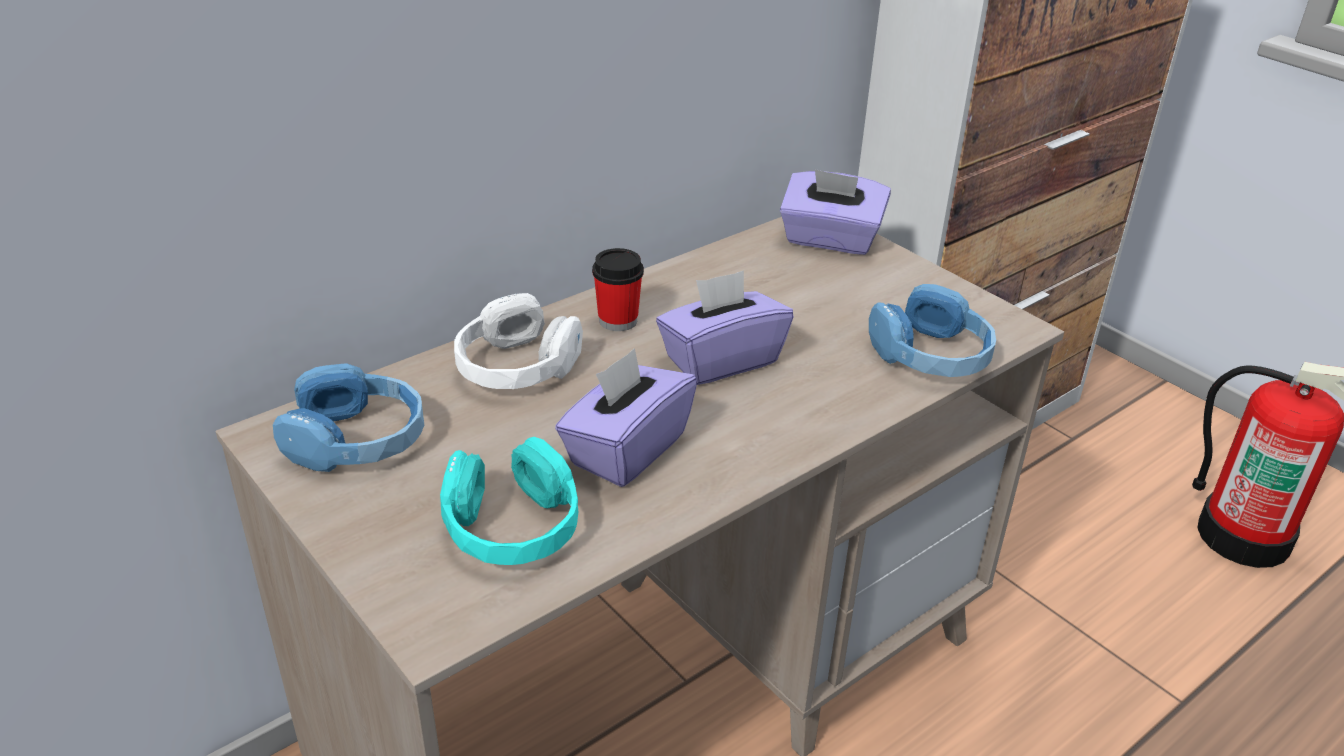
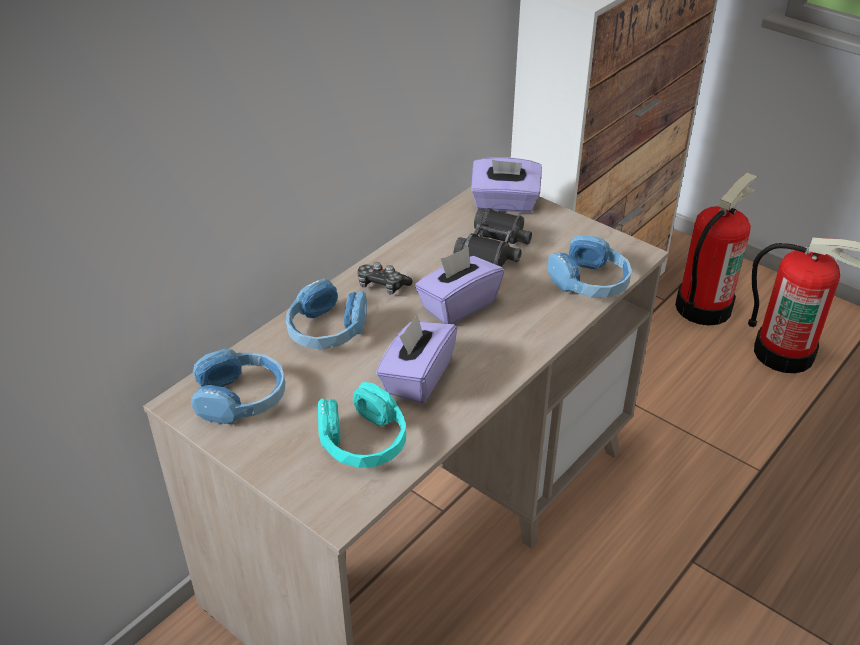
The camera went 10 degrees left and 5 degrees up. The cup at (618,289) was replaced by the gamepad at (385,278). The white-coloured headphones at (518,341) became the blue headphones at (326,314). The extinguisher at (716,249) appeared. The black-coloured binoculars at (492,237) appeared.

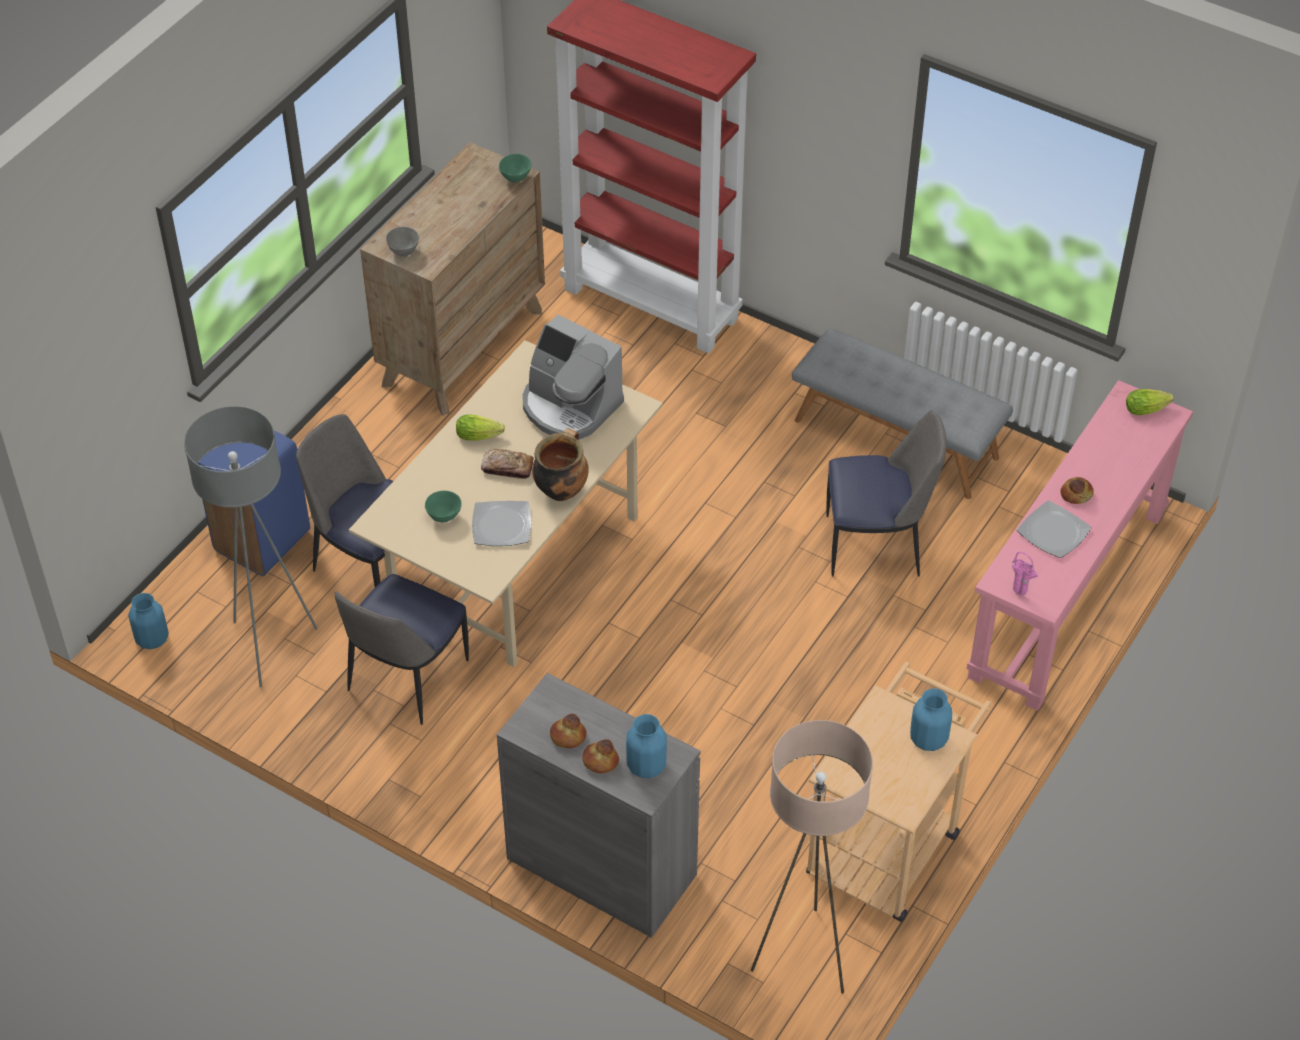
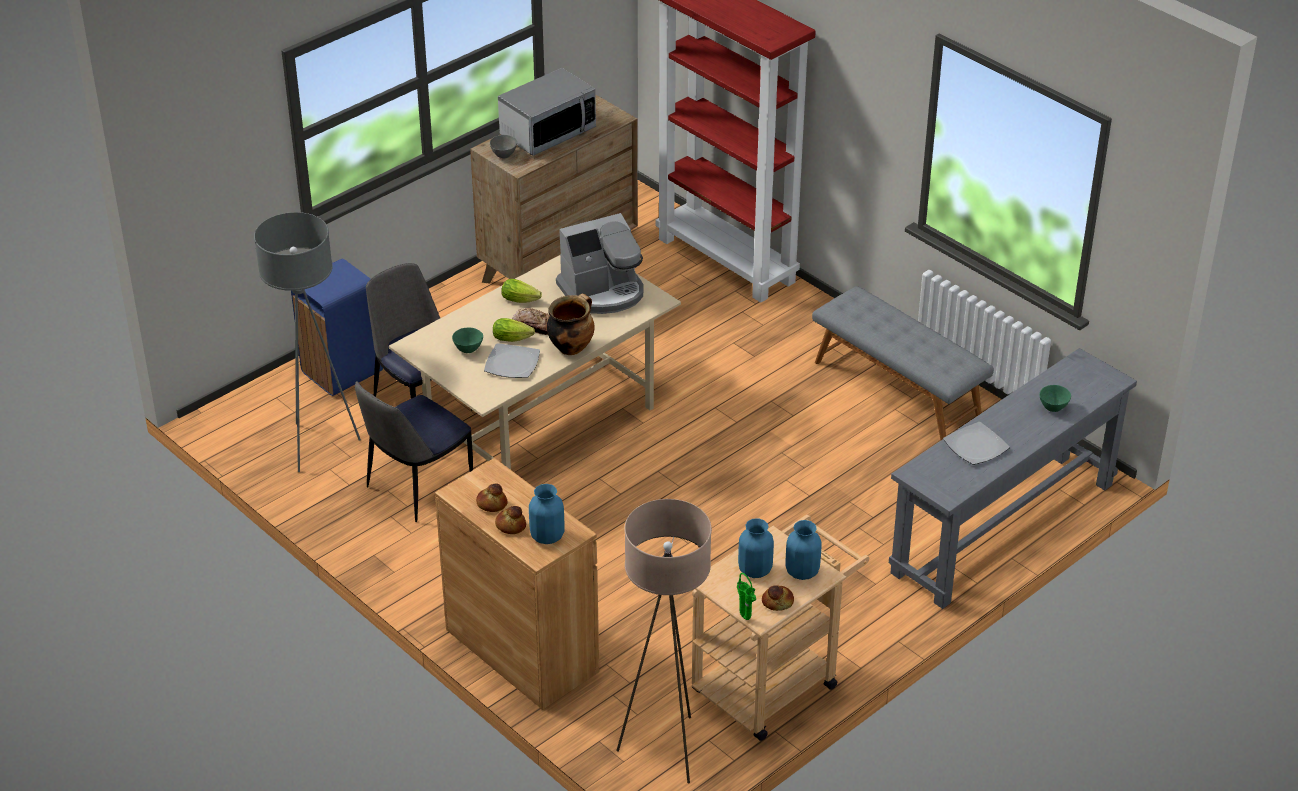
The camera went 15 degrees right and 10 degrees down. The greenish bowl moved from (515,168) to (1055,398). The coffee maker at (573,377) turned 75 degrees counterclockwise. The pinkish console table at (1079,545) became the grey console table at (1013,478). The head of lettuce moved from (1150,402) to (514,330). The chair at (886,493) disappeared. The bakery bread moved from (1077,490) to (778,598). The pinkish vase at (1025,573) disappeared. The blue vase moved from (148,621) to (756,548). The grey cupboard at (598,805) became the brown cupboard at (517,584). The kitchen microwave at (547,112) appeared. The greenish vase at (746,596) appeared.

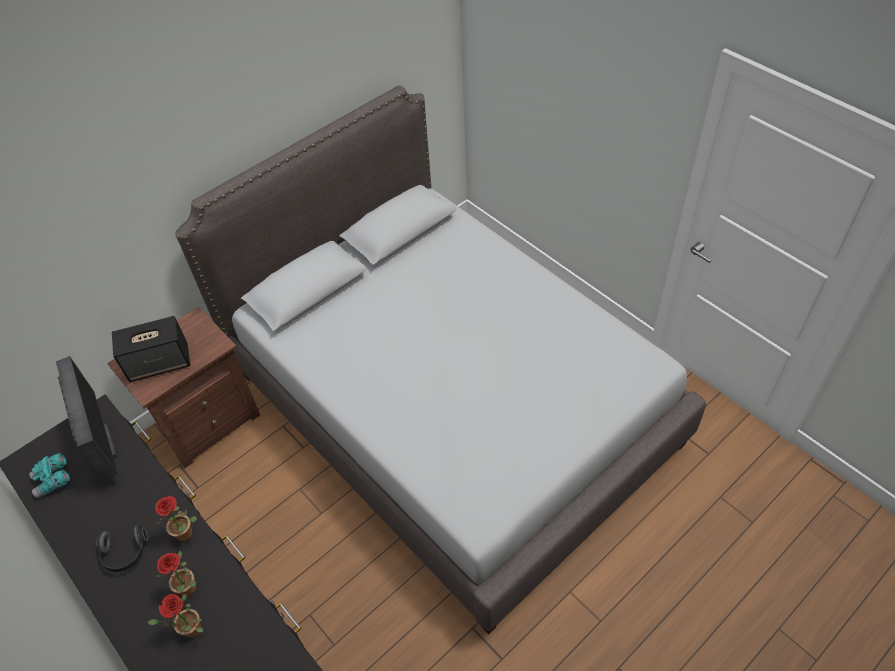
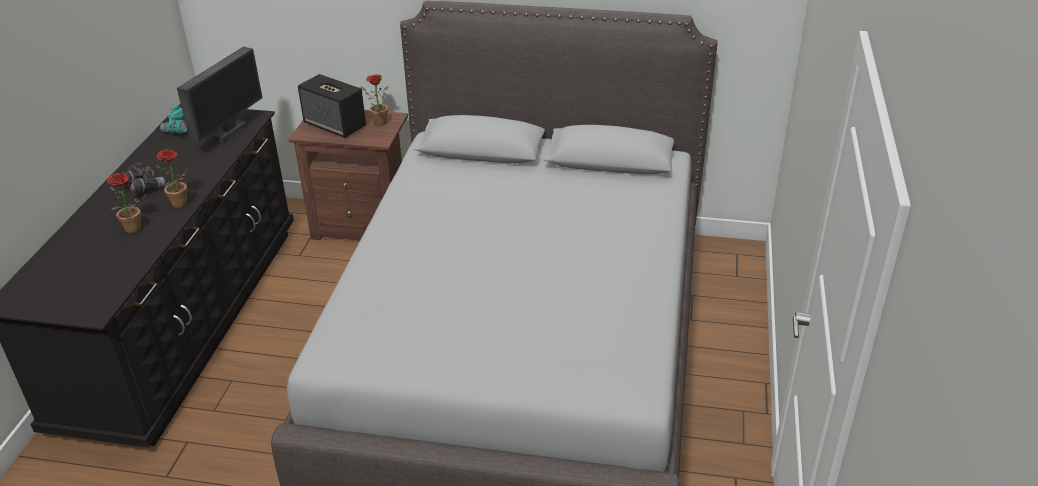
The camera went 50 degrees right and 15 degrees down. The headphones at (122,548) was replaced by the grey binoculars at (143,177). The potted plant moved from (175,616) to (374,100).

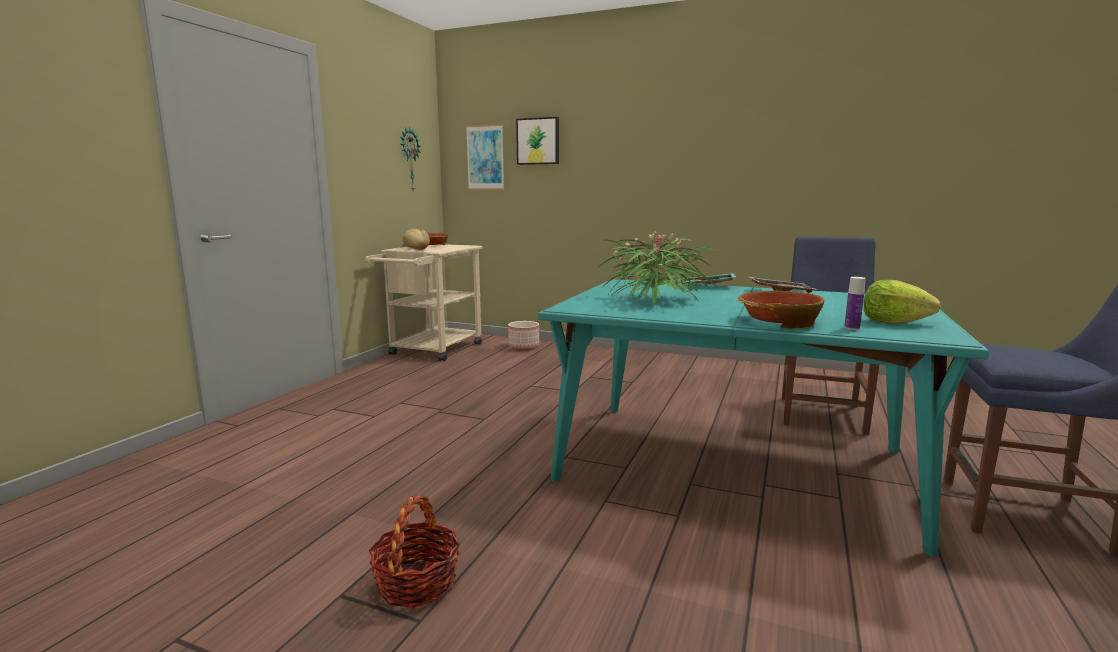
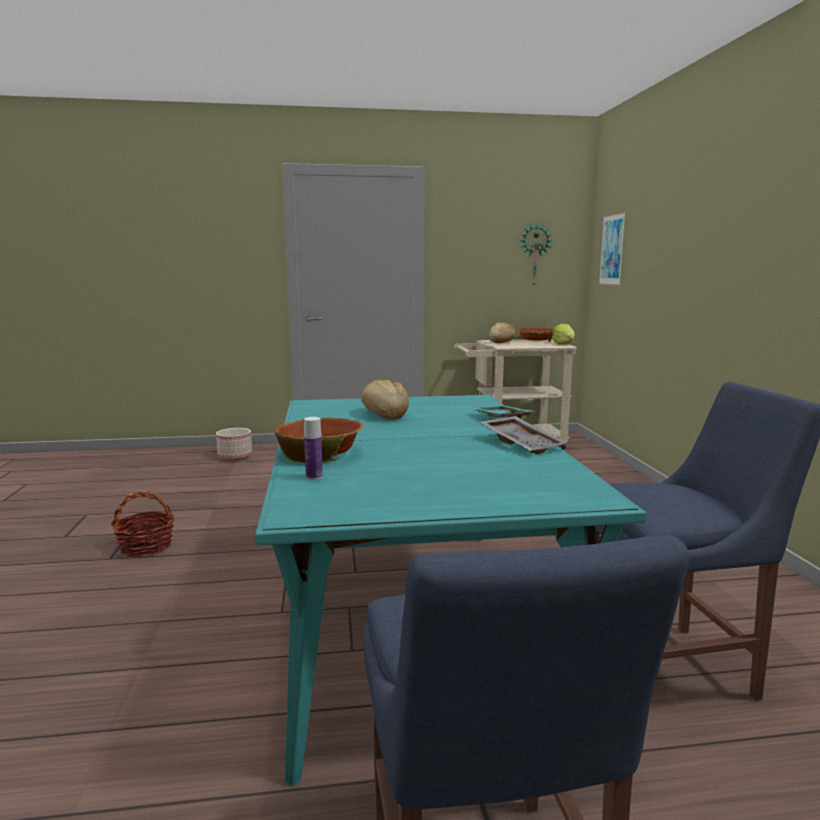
The camera went 60 degrees right and 0 degrees up. The picture at (537,141) disappeared. The potted plant at (659,267) was replaced by the bakery bread at (385,400). The head of lettuce moved from (902,302) to (563,333). The planter moved from (523,335) to (234,444).

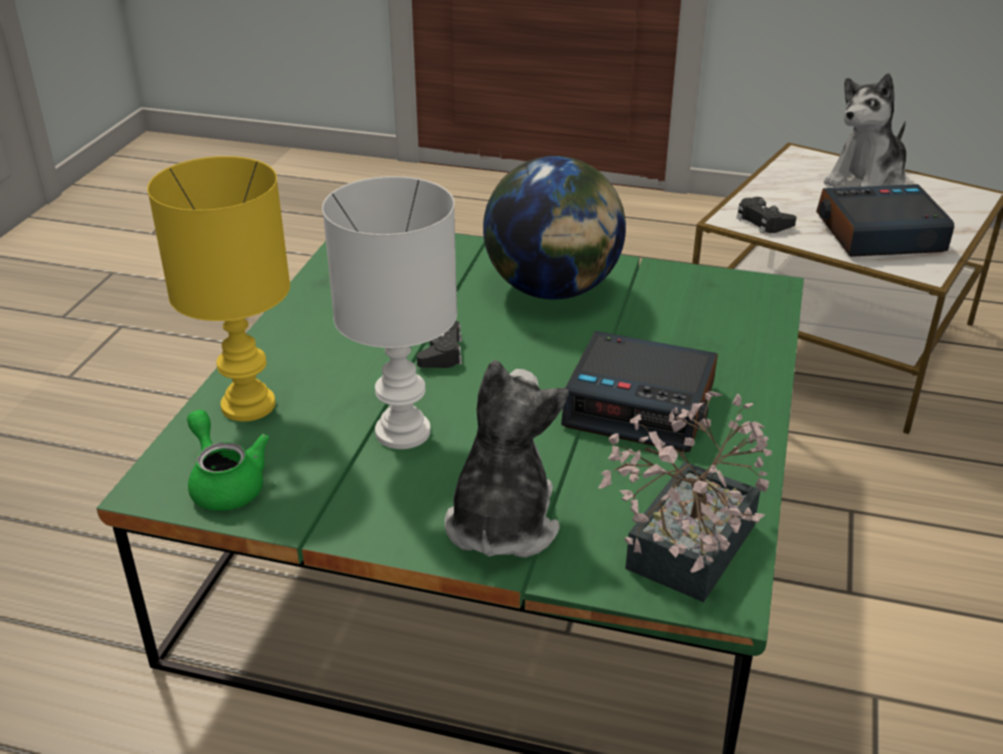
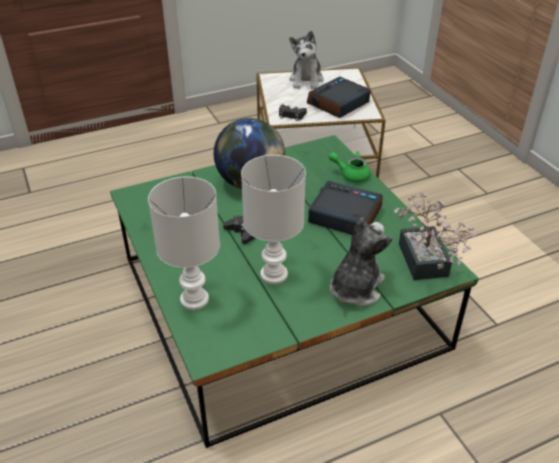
The camera went 40 degrees left and 5 degrees up. The yellow table lamp at (218,288) became the white-coloured table lamp at (184,243). The alarm clock at (639,391) turned 135 degrees counterclockwise. The soft toy at (507,459) turned 60 degrees clockwise. The greenish tea pot moved from (228,460) to (350,166).

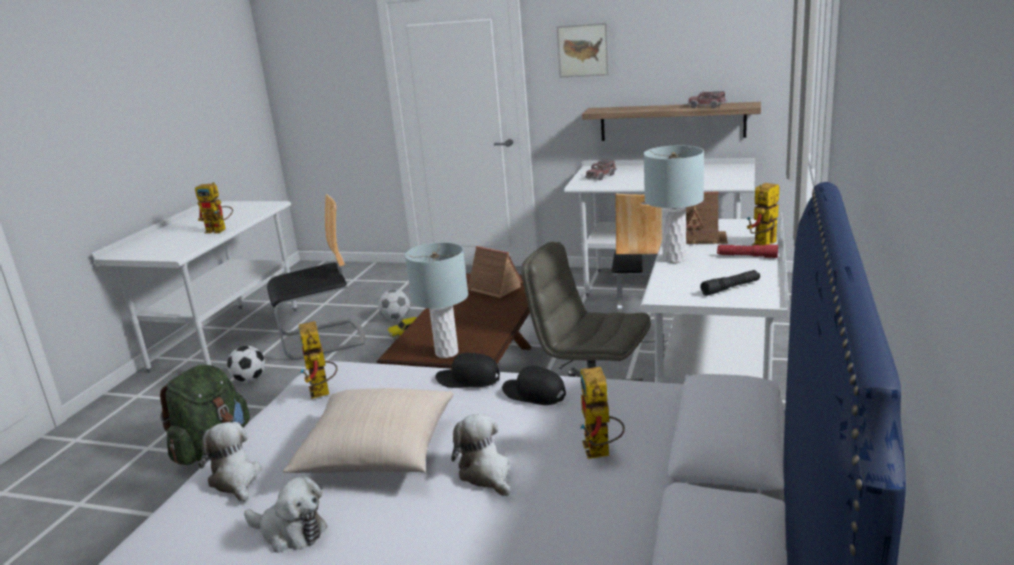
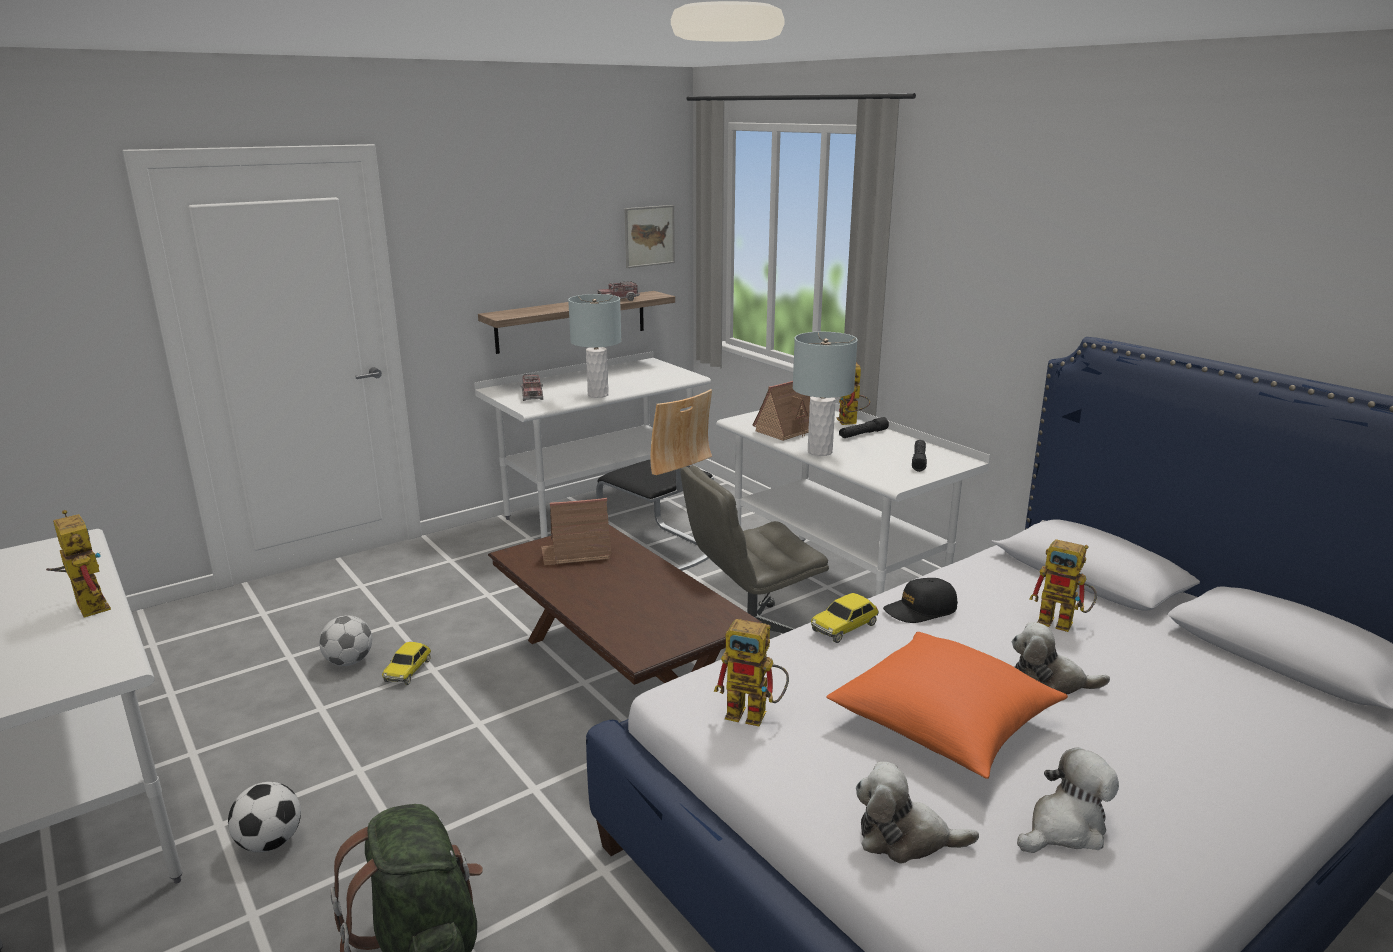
The camera went 55 degrees left and 0 degrees up. The picture moved from (583,50) to (650,236). The model robot at (214,207) turned 90 degrees counterclockwise. The chair at (316,277) disappeared. The grey table lamp moved from (436,300) to (595,346). The reddish torch at (747,251) became the black-coloured torch at (864,427). The black-coloured cap at (467,370) was replaced by the miniature car at (845,618). The beige-coloured throw pillow at (368,430) became the orange-coloured throw pillow at (947,705).

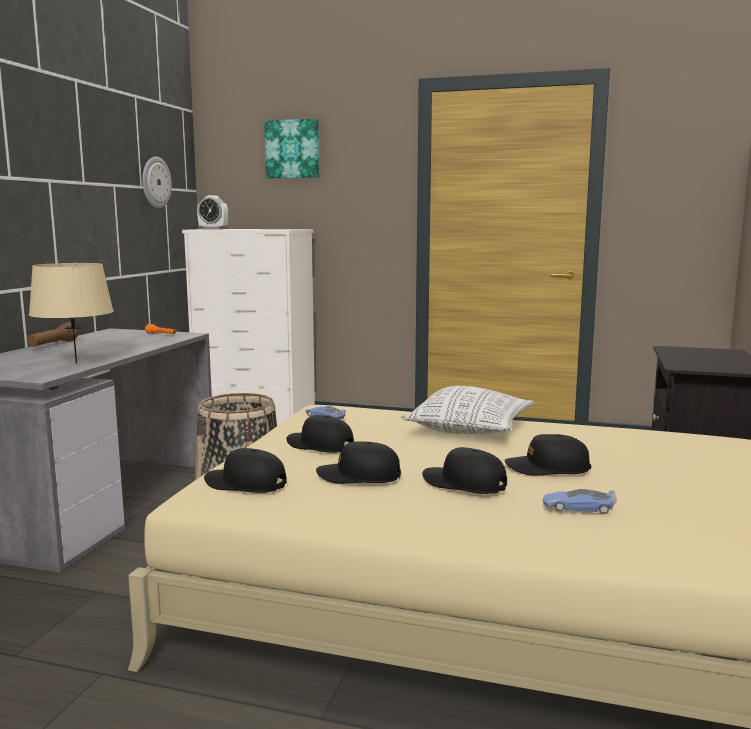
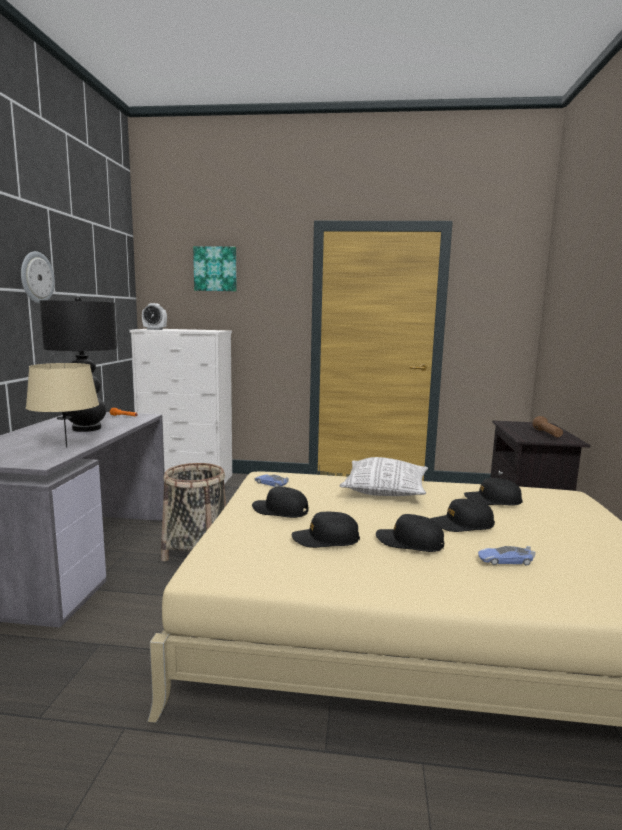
The camera went 10 degrees left and 0 degrees up. The hanging clock moved from (157,182) to (38,277). The brown torch moved from (52,334) to (548,426). The black-coloured cap moved from (245,470) to (493,492). The black-coloured table lamp at (78,364) appeared.

